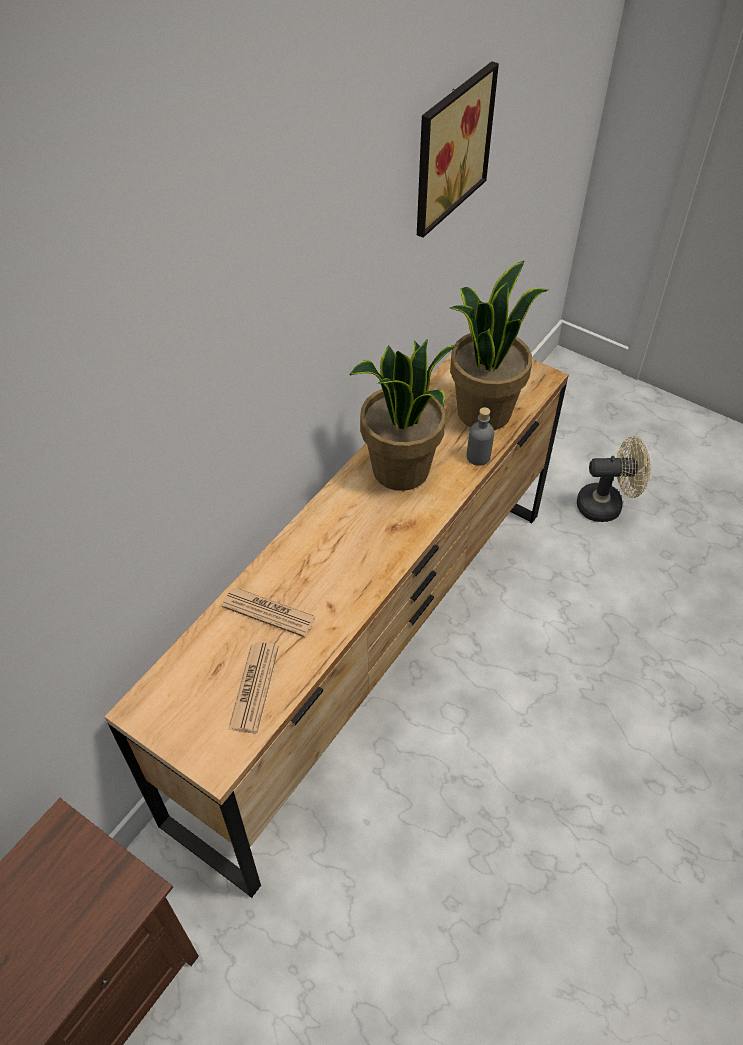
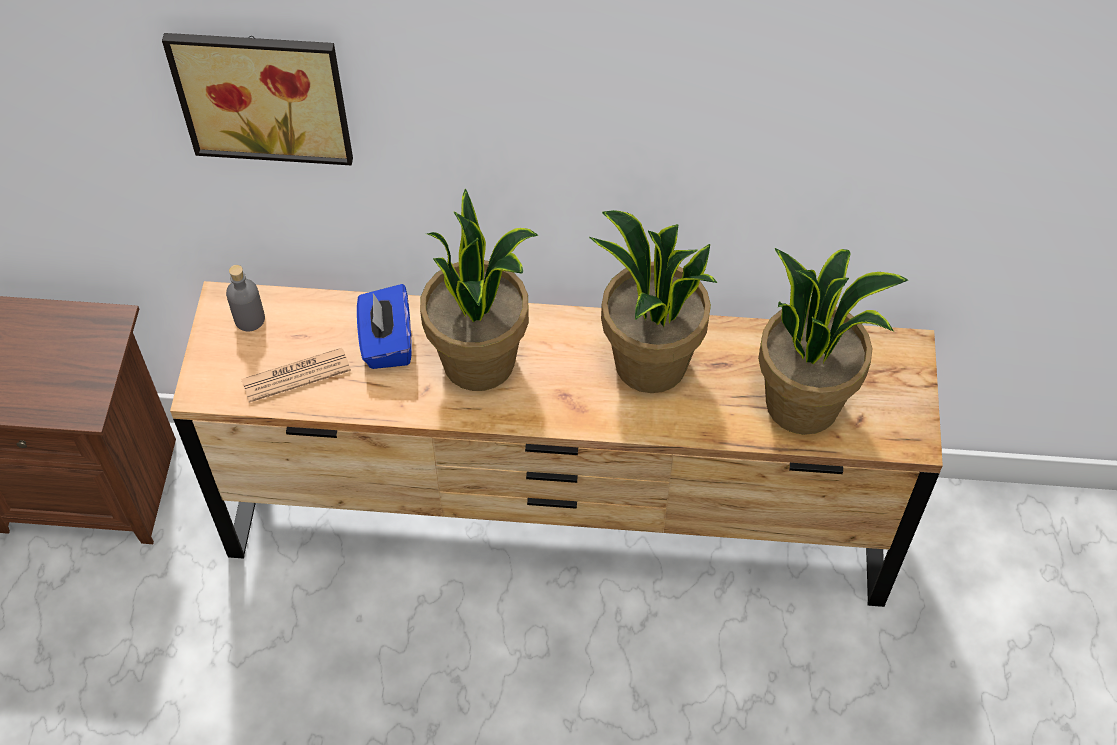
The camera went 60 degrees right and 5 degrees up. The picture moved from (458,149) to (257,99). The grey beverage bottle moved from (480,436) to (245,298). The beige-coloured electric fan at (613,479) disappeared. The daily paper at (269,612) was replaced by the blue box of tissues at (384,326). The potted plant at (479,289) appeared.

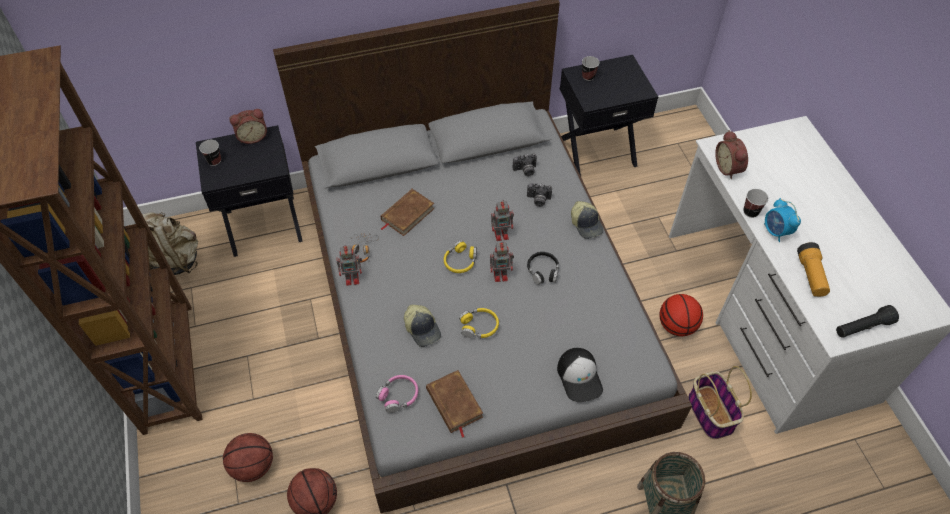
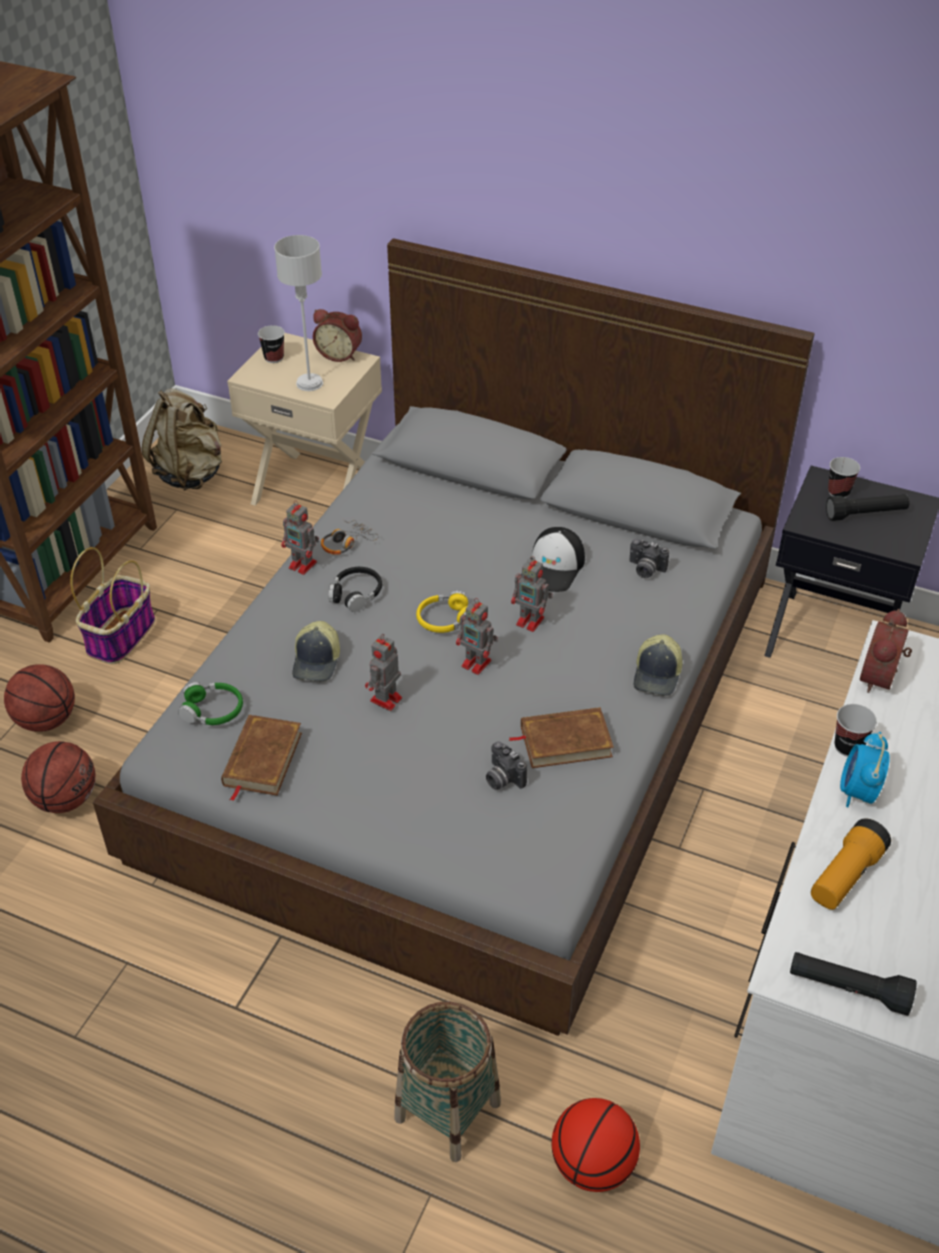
The camera went 40 degrees right and 10 degrees down. The black-coloured nightstand at (249,191) became the beige-coloured nightstand at (304,419). The still camera moved from (539,195) to (506,765). The brown book moved from (408,212) to (561,737). The black-coloured headphones moved from (543,268) to (355,589). The basketball ball moved from (681,315) to (596,1145). The yellow headphones at (479,323) was replaced by the model robot at (383,672). The cap moved from (580,375) to (553,559). The storage basket moved from (720,402) to (112,605). The pinkish headphones at (397,394) became the greenish headphones at (210,703). The grey table lamp at (298,313) appeared. The black-coloured torch at (868,507) appeared.

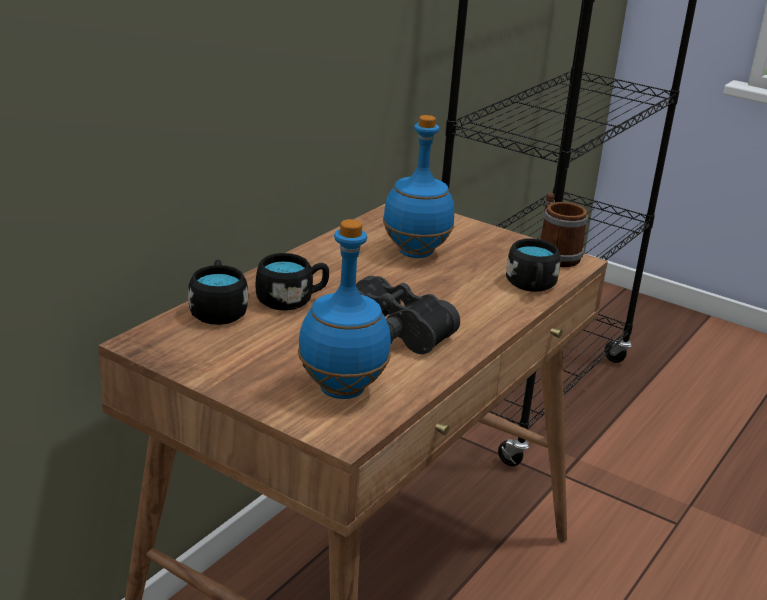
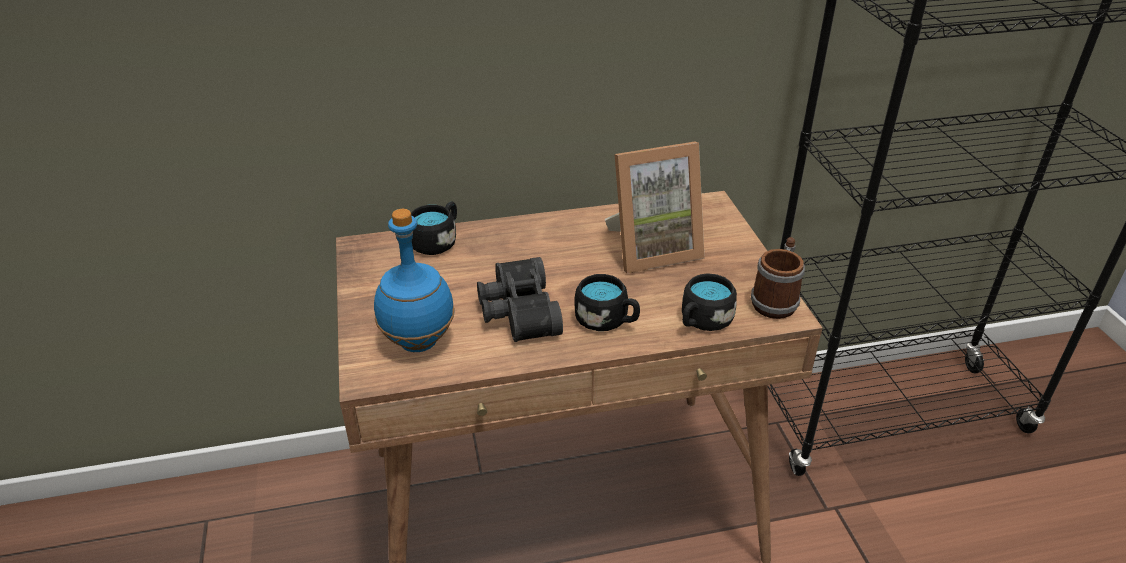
The camera went 45 degrees right and 10 degrees up. The blue beverage bottle at (418,186) was replaced by the photo frame at (655,208). The black-coloured mug moved from (292,282) to (607,302).

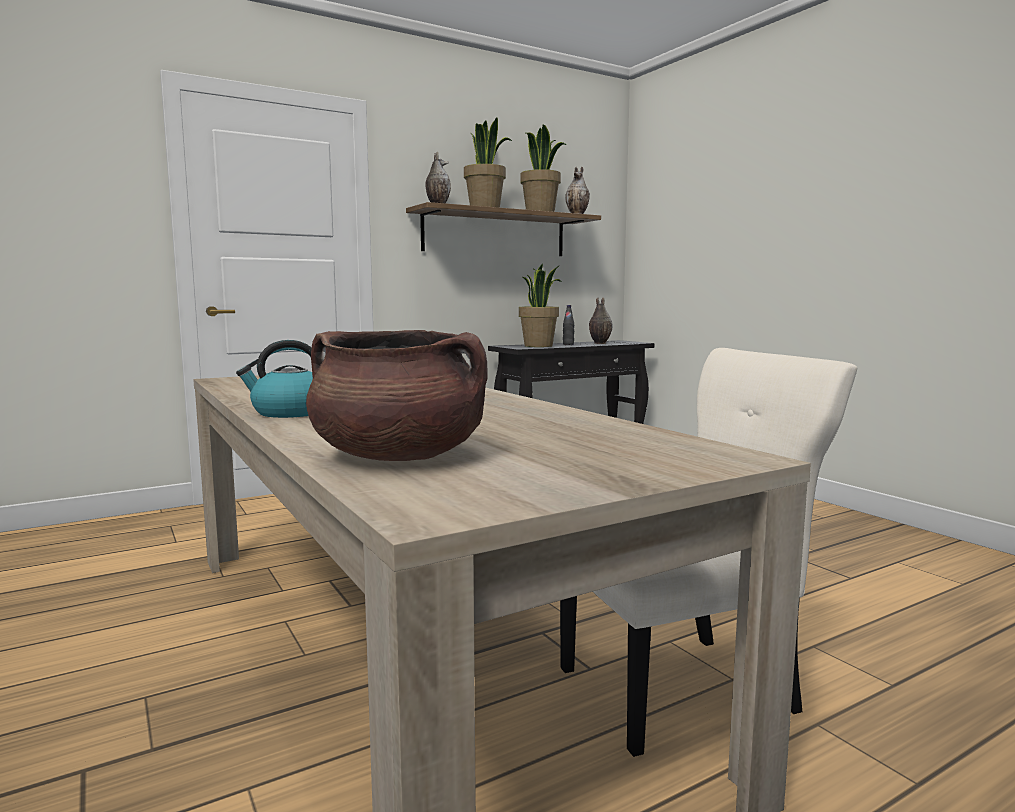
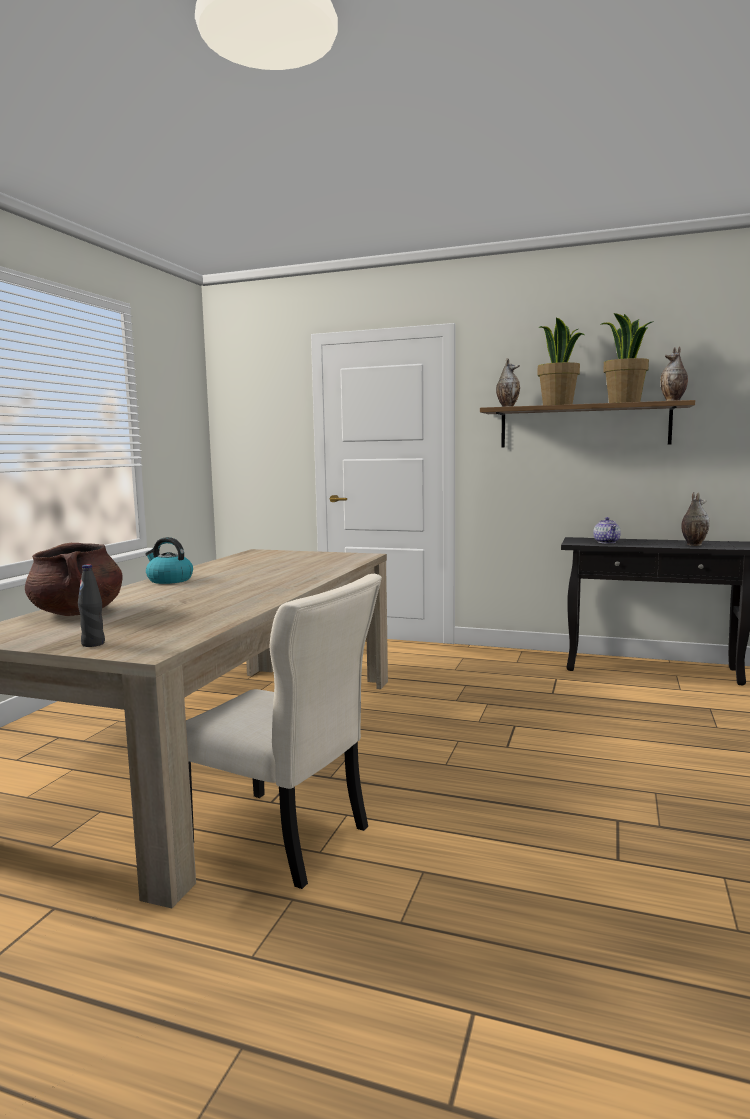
The camera went 50 degrees right and 0 degrees up. The potted plant at (540,305) was replaced by the tea pot at (607,530). The black-coloured beverage bottle moved from (568,325) to (91,605).

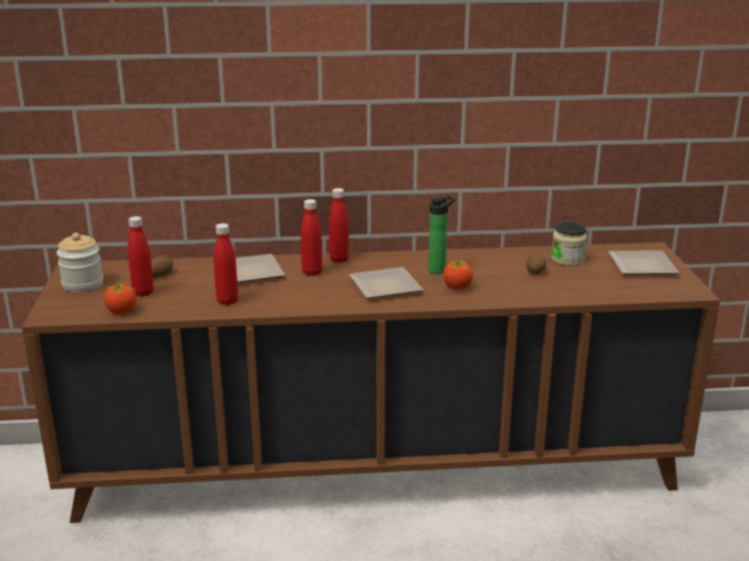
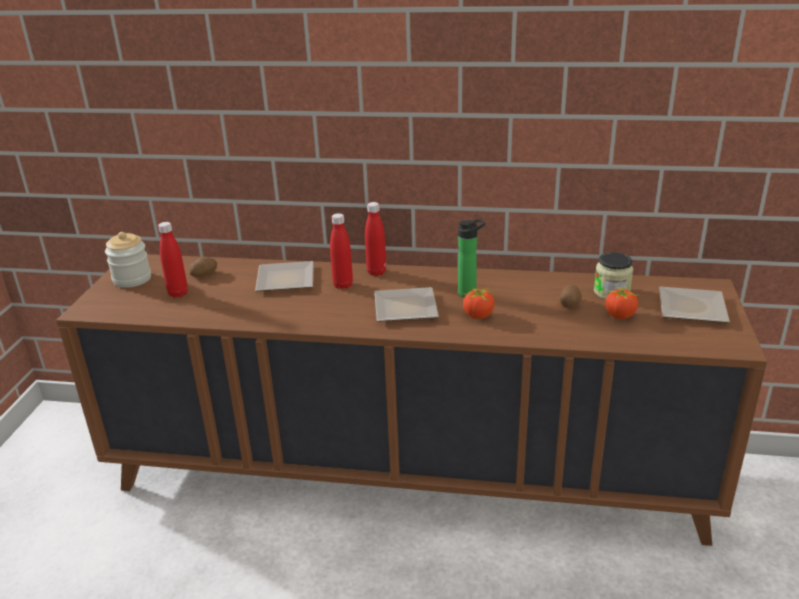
The camera went 15 degrees right and 5 degrees up. The reddish beverage bottle at (226,264) disappeared. The tomato moved from (120,298) to (622,302).

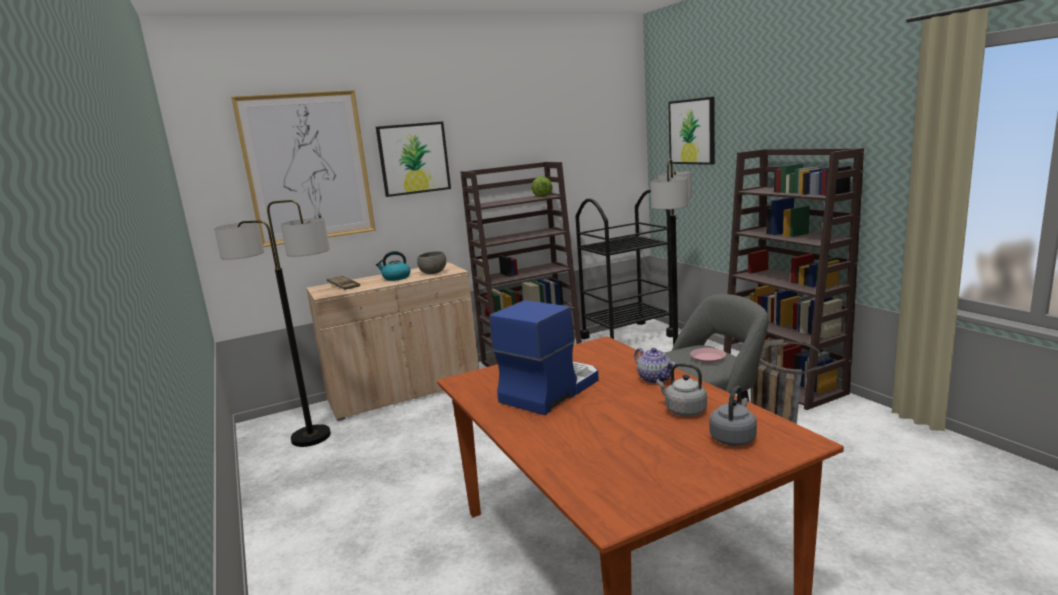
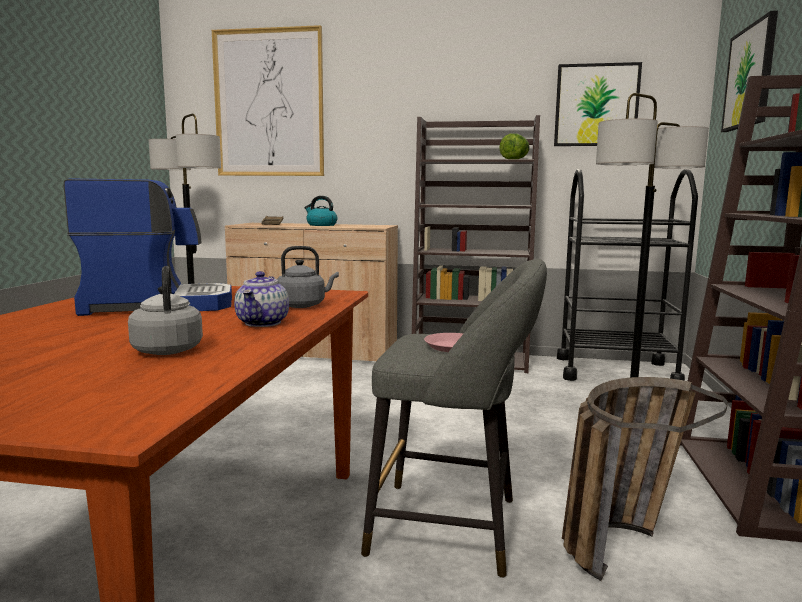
The camera went 35 degrees right and 5 degrees down. The picture moved from (413,159) to (598,104). The grey bowl at (431,262) disappeared. The grey kettle moved from (733,416) to (308,277).

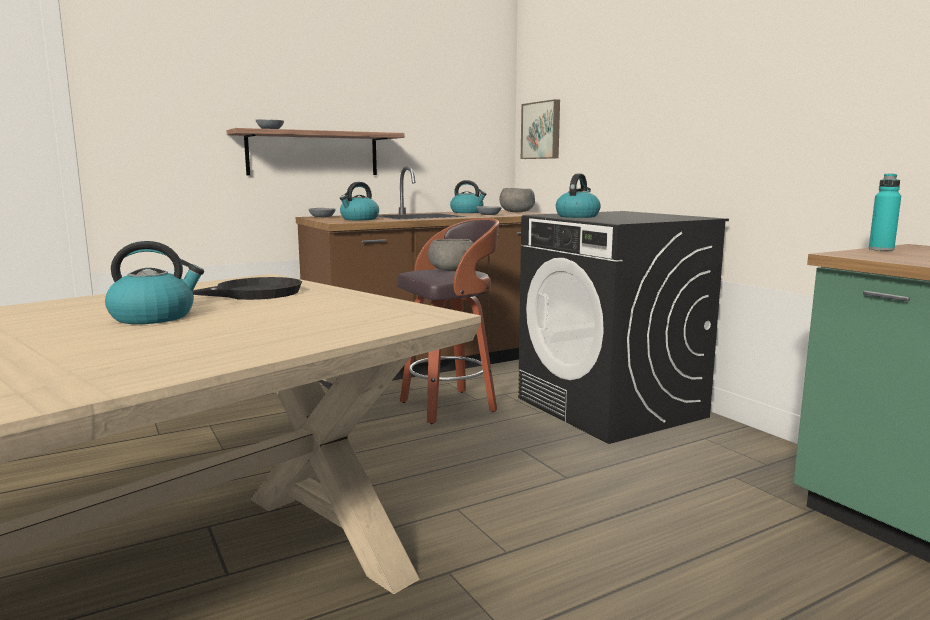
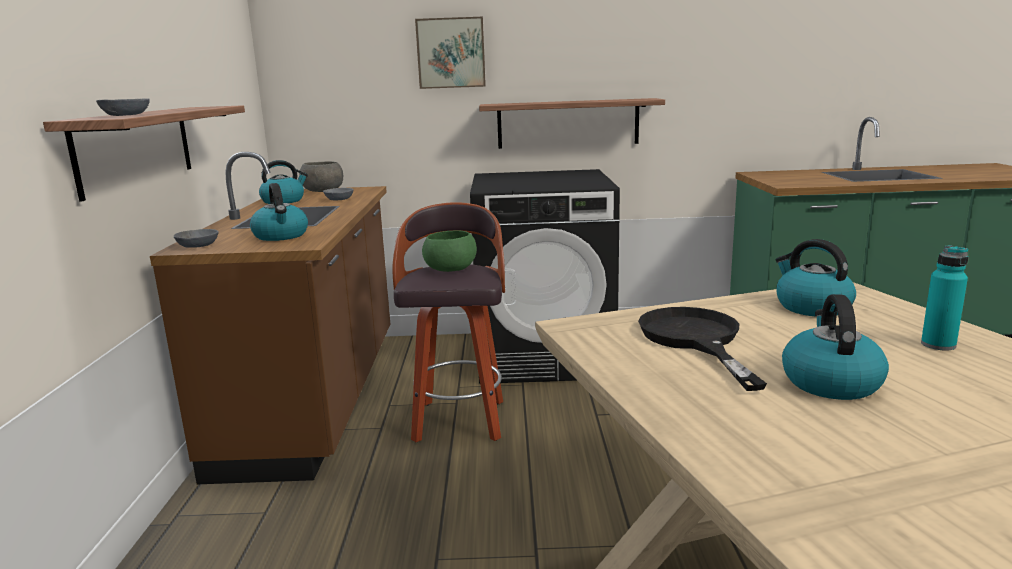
The camera went 60 degrees left and 5 degrees up. The picture moved from (540,129) to (450,53). The kettle moved from (578,196) to (816,277). The turquoise-coloured beverage bottle moved from (885,212) to (944,297). The grey bowl at (450,255) became the greenish bowl at (449,251). The shelf at (572,123) appeared.

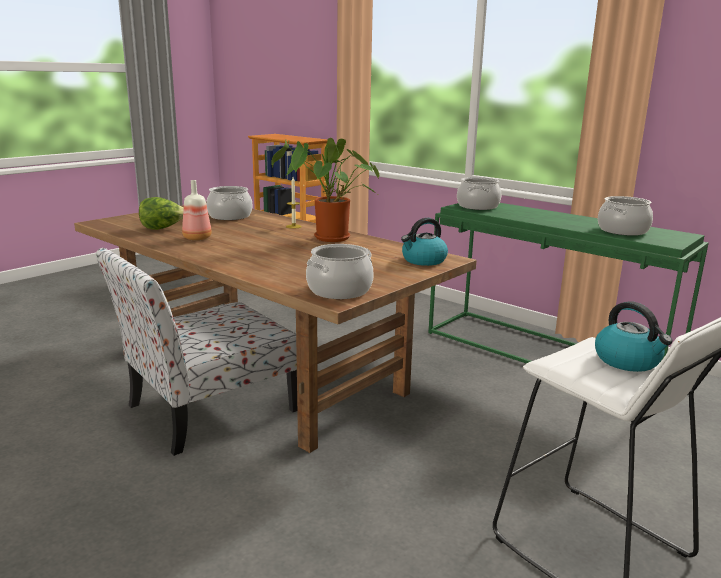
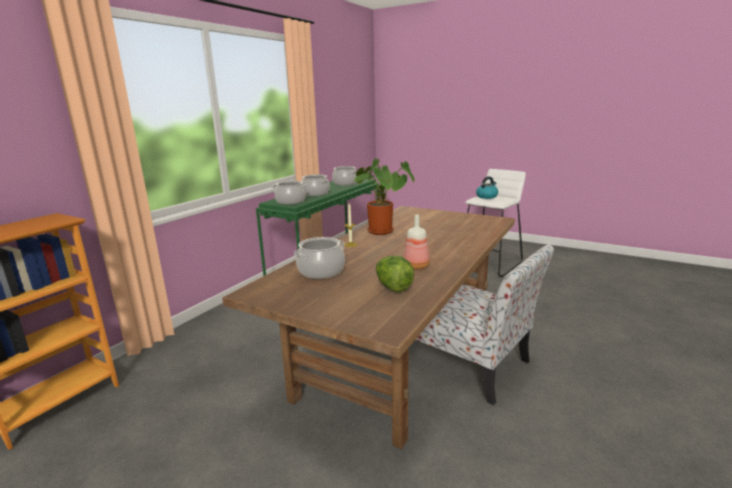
The camera went 100 degrees left and 0 degrees up. The kettle at (424,242) disappeared. The stockpot moved from (340,271) to (316,185).

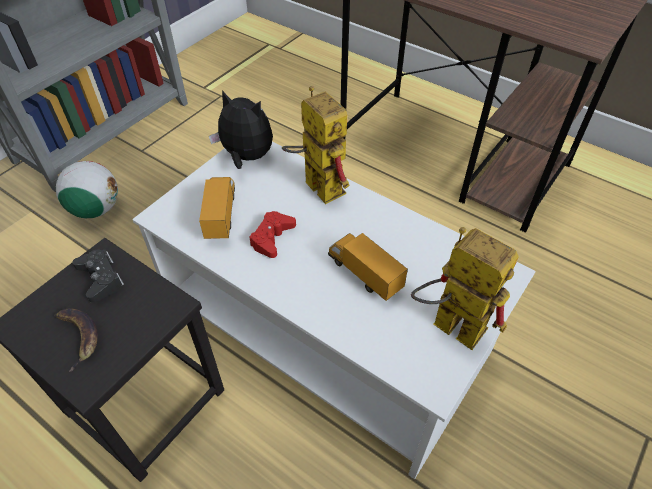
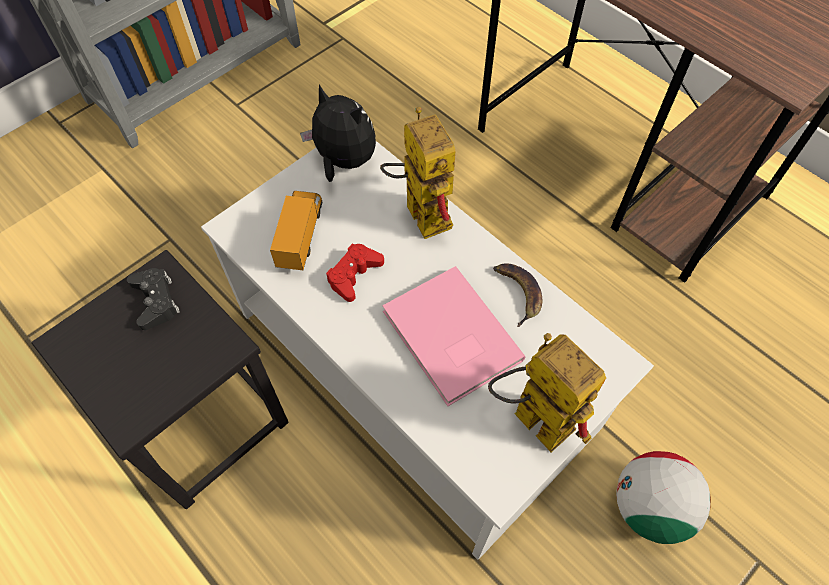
The camera went 10 degrees right and 10 degrees up. The ball for football moved from (87,189) to (663,497). The model truck at (368,267) was replaced by the pinkish book at (454,336). The banana moved from (76,340) to (517,295).

